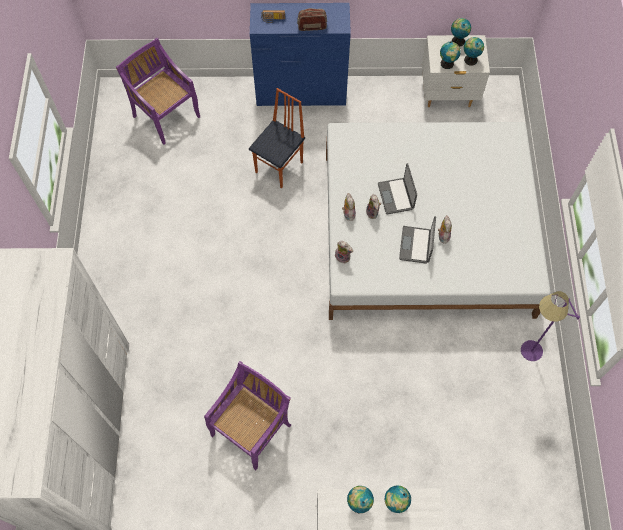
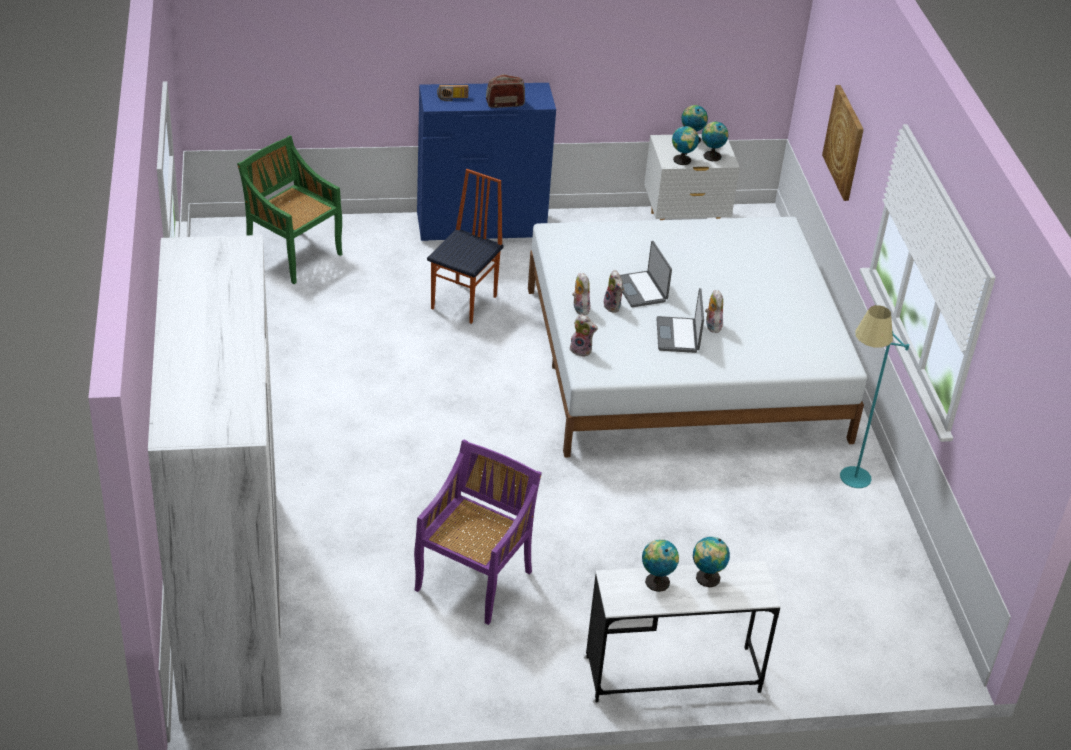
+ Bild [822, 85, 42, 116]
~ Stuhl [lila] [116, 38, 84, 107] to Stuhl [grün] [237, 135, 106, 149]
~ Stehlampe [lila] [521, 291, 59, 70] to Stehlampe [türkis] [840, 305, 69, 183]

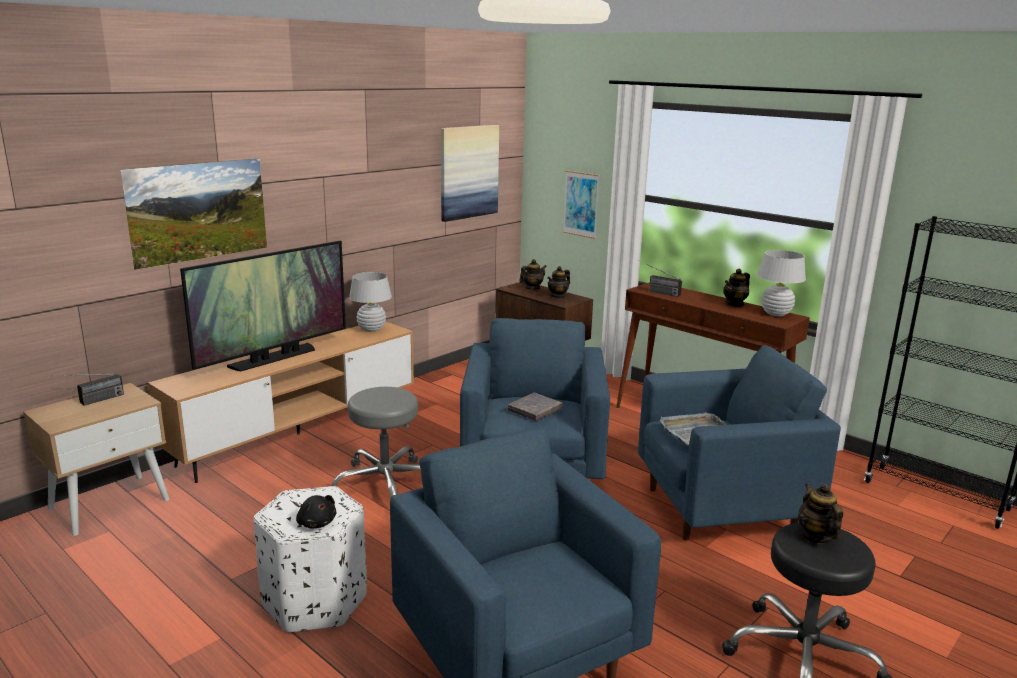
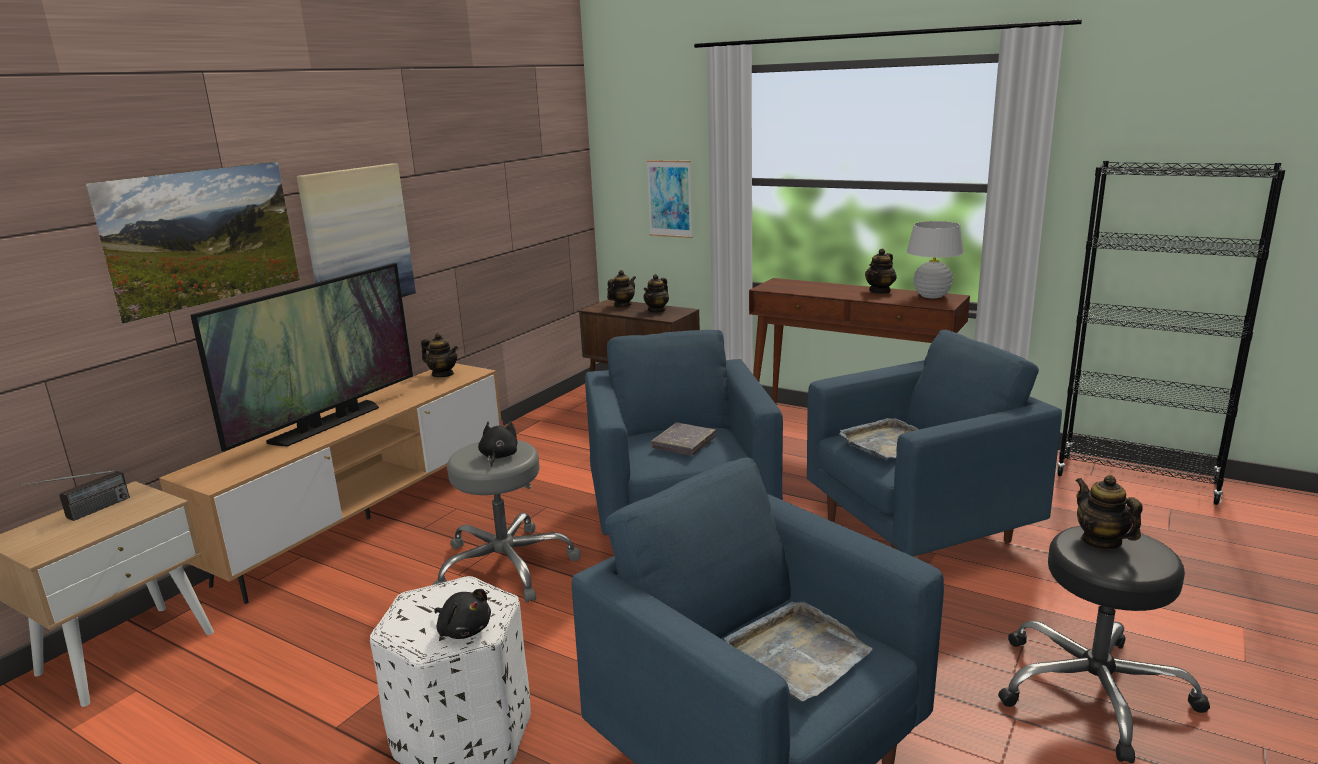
- Radio [640, 261, 42, 36]
+ Plüschtier [schwarz] [478, 420, 40, 47]
+ Tablett [grau] [724, 602, 149, 100]
~ Bild [441, 125, 58, 97] to [297, 163, 119, 134]
~ Tischlampe [weiß] [349, 272, 43, 60] to Teekanne [421, 333, 37, 44]

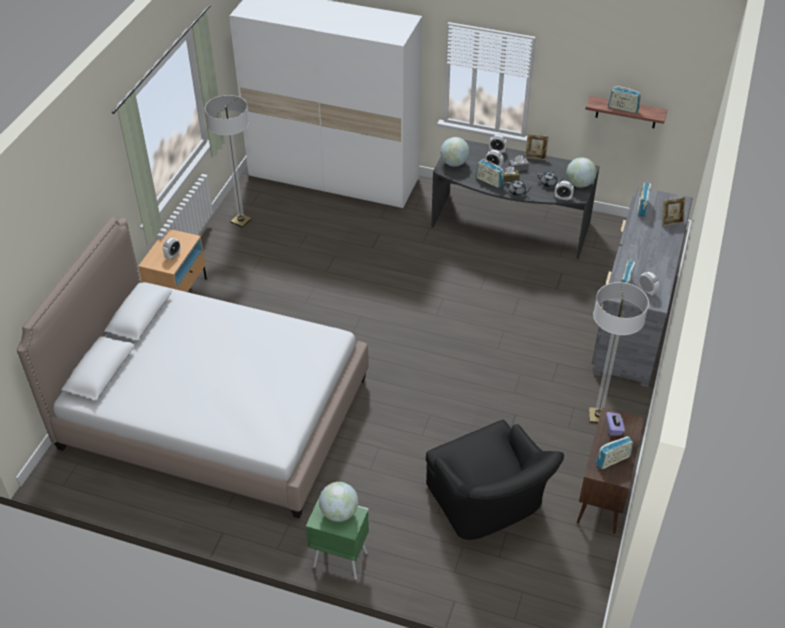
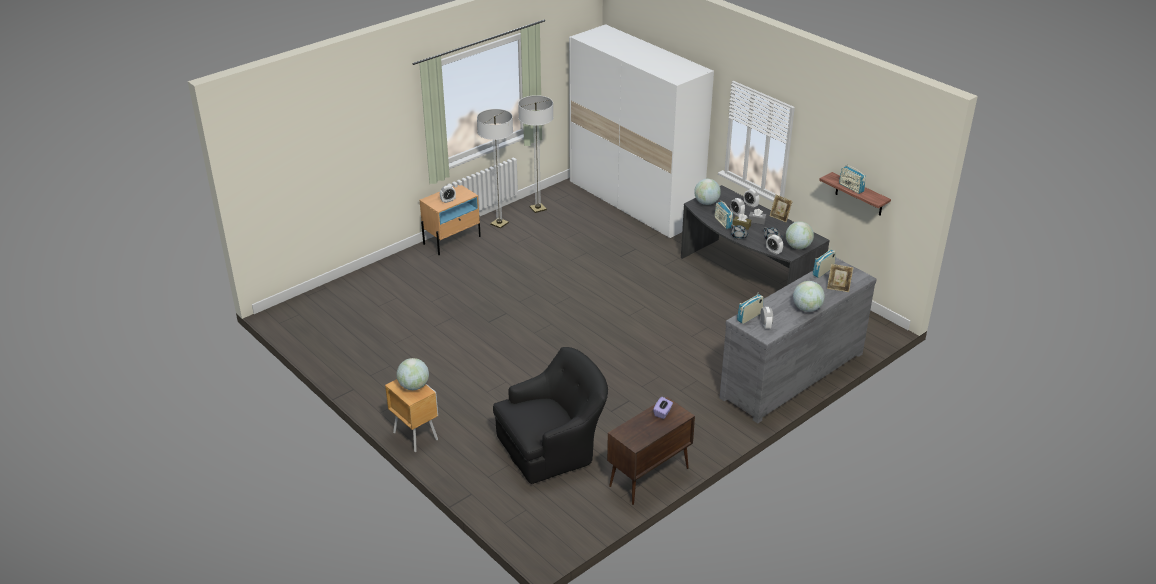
- Bett [17, 217, 352, 302]
- Radio [596, 436, 37, 34]
+ Globus [793, 281, 32, 31]
~ Stehlampe [589, 282, 60, 141] to [477, 109, 36, 120]
~ Nachttisch [grün] [306, 496, 63, 84] to Nachttisch [braun] [385, 379, 53, 73]
~ Sessel [schwarz] [426, 420, 138, 120] = [493, 347, 115, 137] 120 degrees counterclockwise

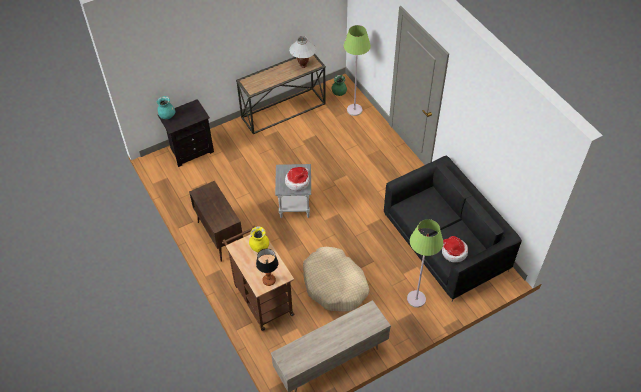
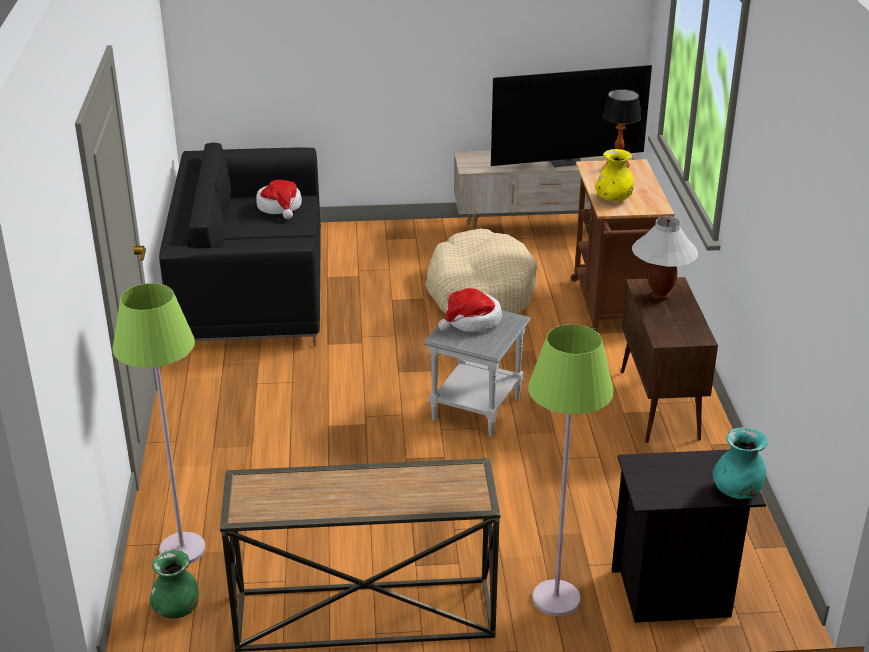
+ Fernseher [491, 65, 161, 102]
~ Tischlampe [weiß] [289, 36, 27, 32] to [632, 216, 66, 84]
~ Stehlampe [grün] [407, 219, 36, 89] to [528, 324, 86, 292]

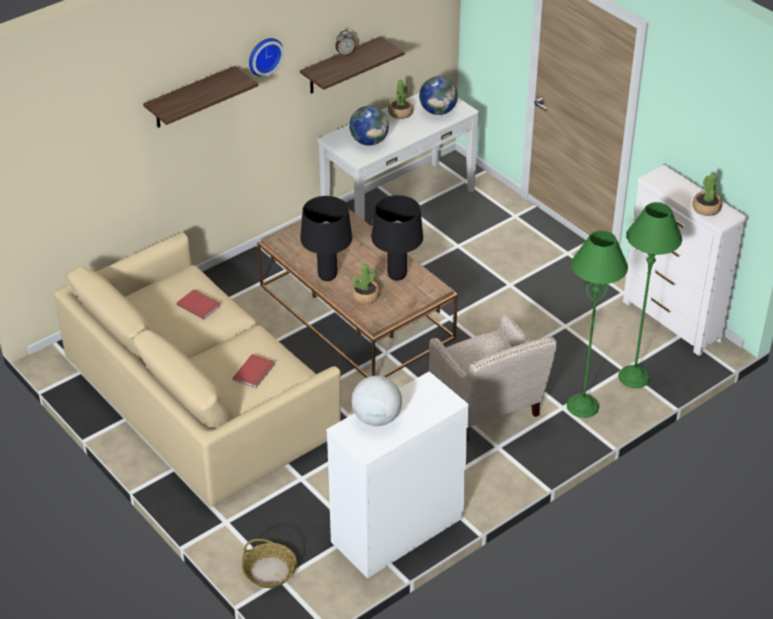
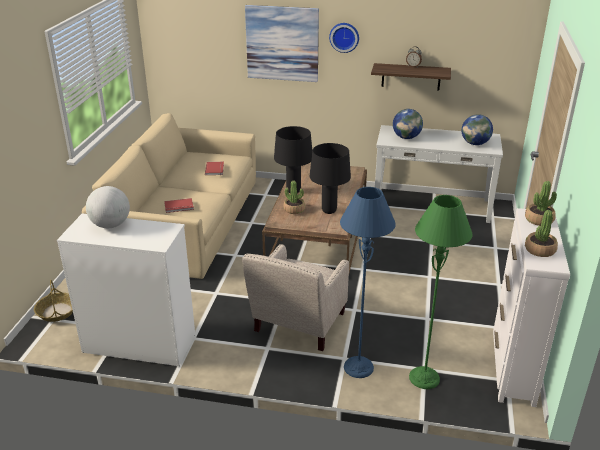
~ Topfpflanze [388, 80, 25, 39] to [525, 181, 32, 45]
~ Wandregal [143, 66, 115, 62] to Bild [245, 5, 74, 77]
~ Stehlampe [grün] [567, 230, 61, 188] to Stehlampe [blau] [340, 187, 56, 191]

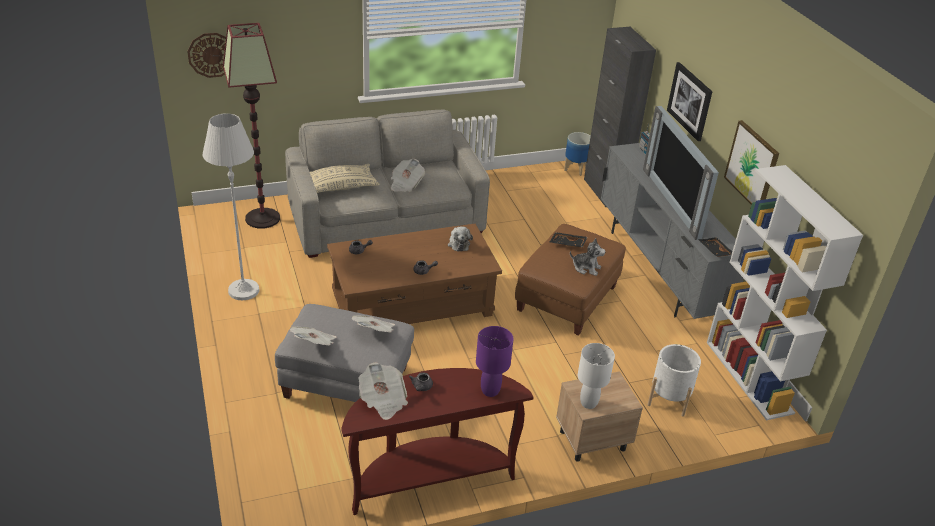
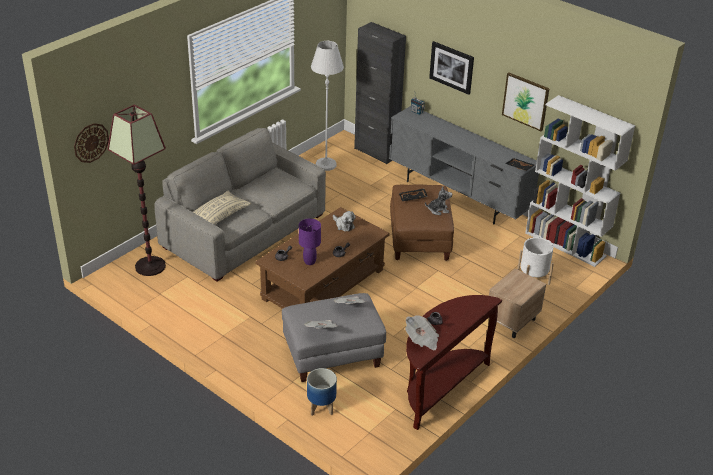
- Zeitung [391, 159, 34, 33]
- Tischlampe [weiß] [578, 343, 37, 66]
- Fernseher [643, 106, 76, 134]
~ Stehlampe [weiß] [203, 113, 56, 188] to [311, 41, 33, 130]
~ Tischlampe [lila] [476, 326, 38, 71] to [299, 219, 22, 46]
~ Pflanzkübel [564, 132, 27, 44] to [307, 368, 30, 48]

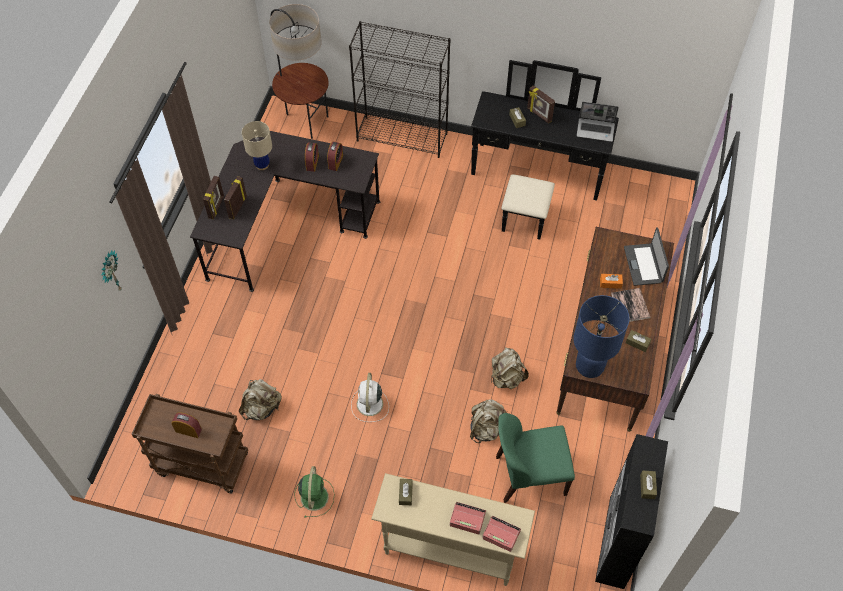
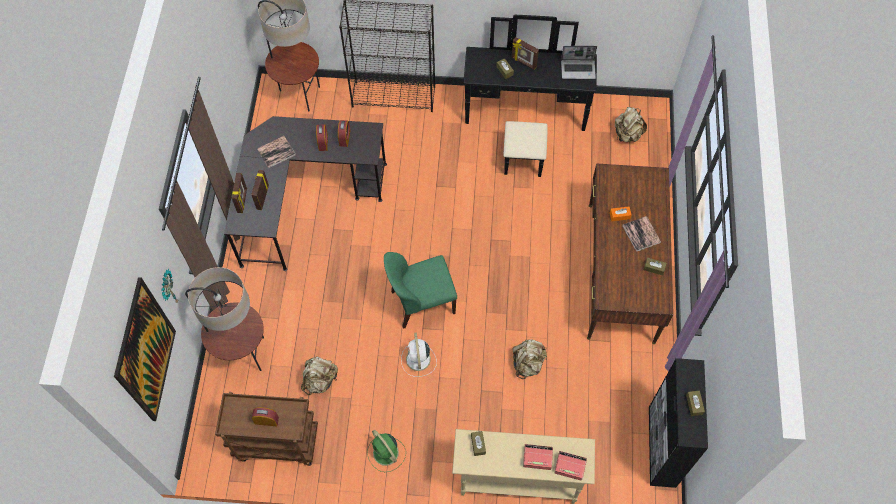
- Tischlampe [blau] [573, 295, 56, 83]
- Laptop [624, 227, 45, 59]
+ Bild [114, 277, 62, 144]
+ Stehlampe [185, 267, 79, 104]
~ Rucksack [beige] [491, 347, 38, 42] to [615, 107, 32, 35]
~ Stuhl [grün] [496, 413, 79, 90] to [384, 252, 73, 77]
~ Tischlampe [beige] [242, 121, 30, 49] to Buch [257, 136, 38, 32]
~ Ventilator [grün] [294, 466, 41, 52] = [367, 430, 39, 42] 150 degrees clockwise

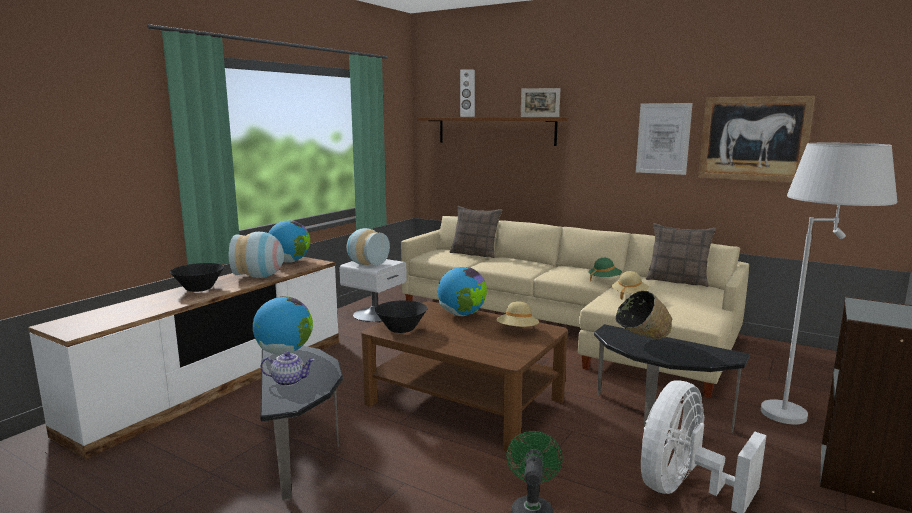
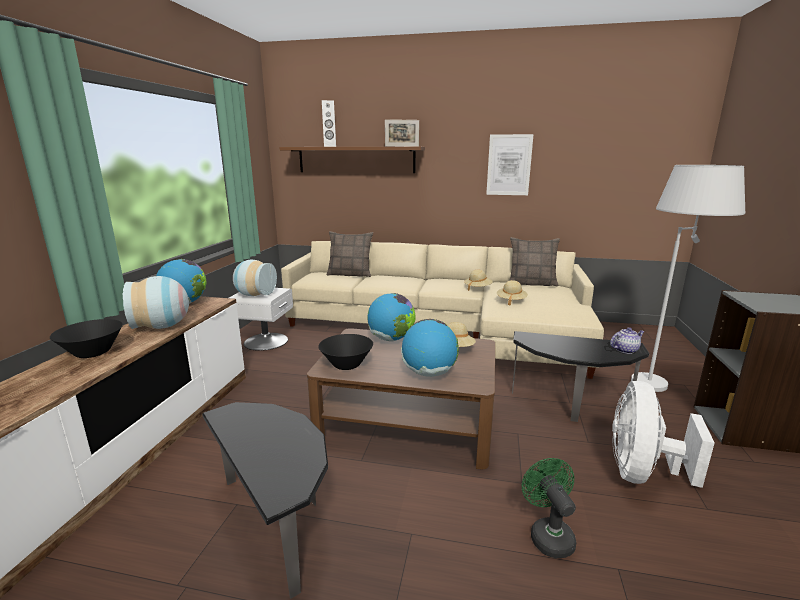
- Schüssel [schwarz] [616, 291, 56, 49]
- Bild [698, 96, 117, 87]
~ Globus [253, 296, 60, 59] to [401, 319, 58, 58]
~ Teekanne [261, 351, 53, 35] to [610, 327, 35, 27]
~ Hut [grün] [588, 258, 34, 23] to Hut [beige] [464, 270, 29, 21]

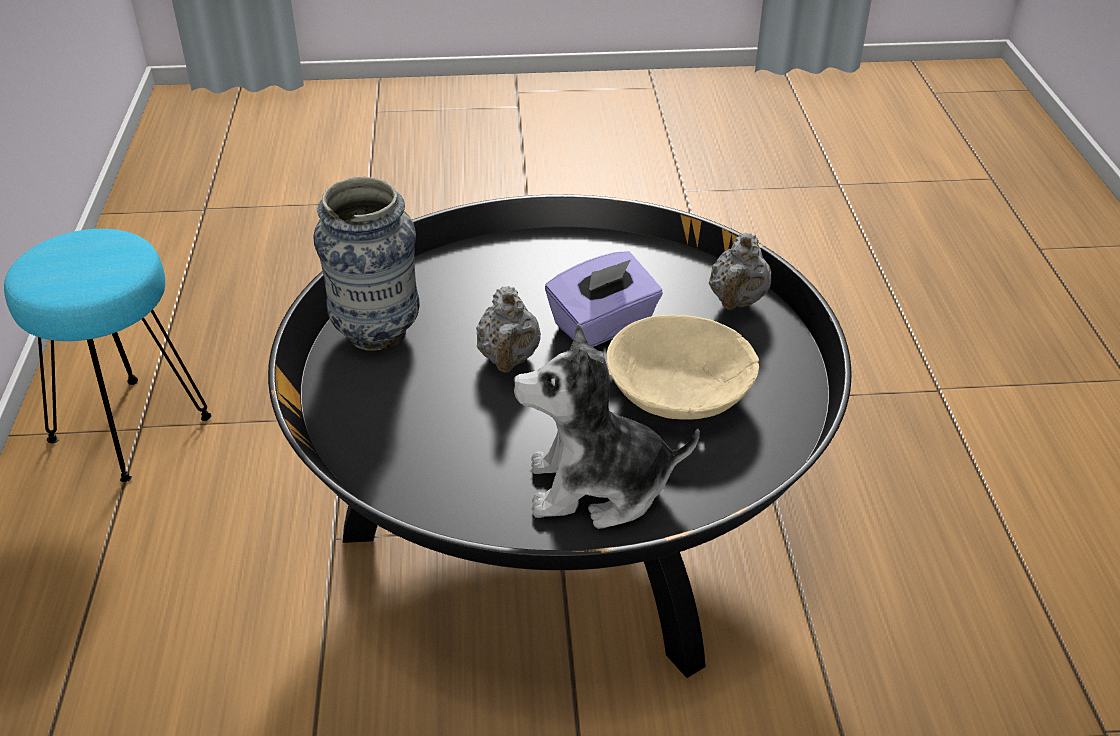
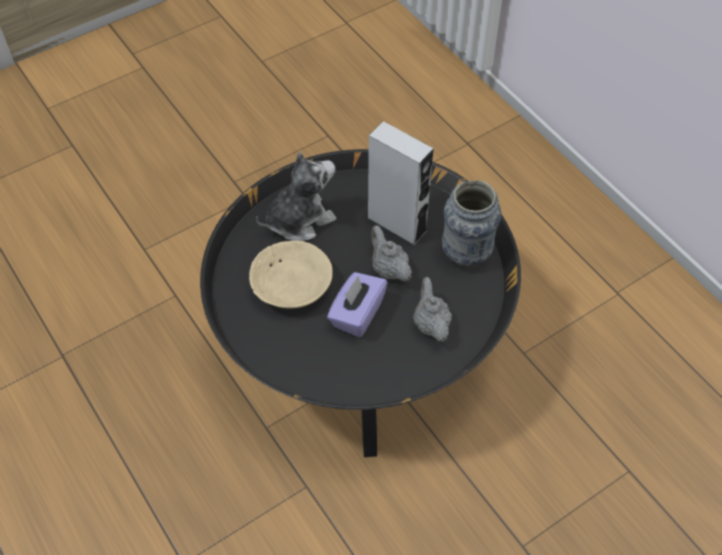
- Hocker [türkis] [4, 229, 207, 253]
+ Lautsprecher [grau] [367, 121, 67, 125]
~ Teekanne [grau] [709, 233, 62, 77] to [413, 277, 39, 65]

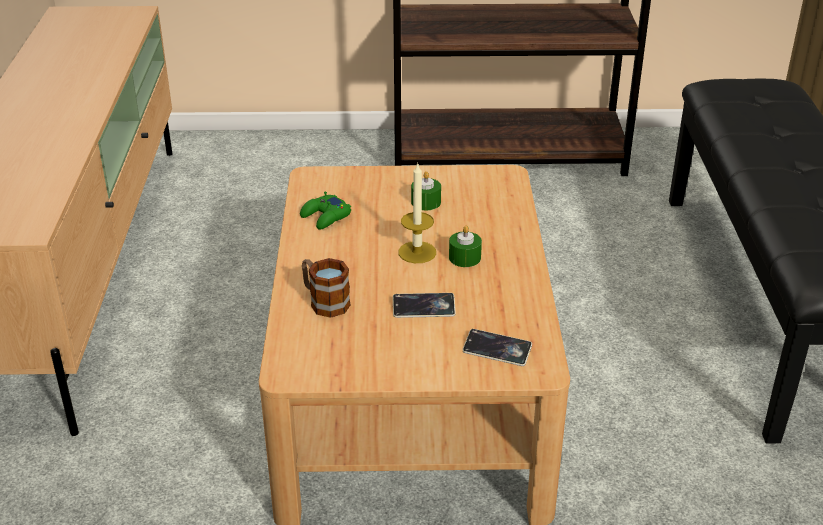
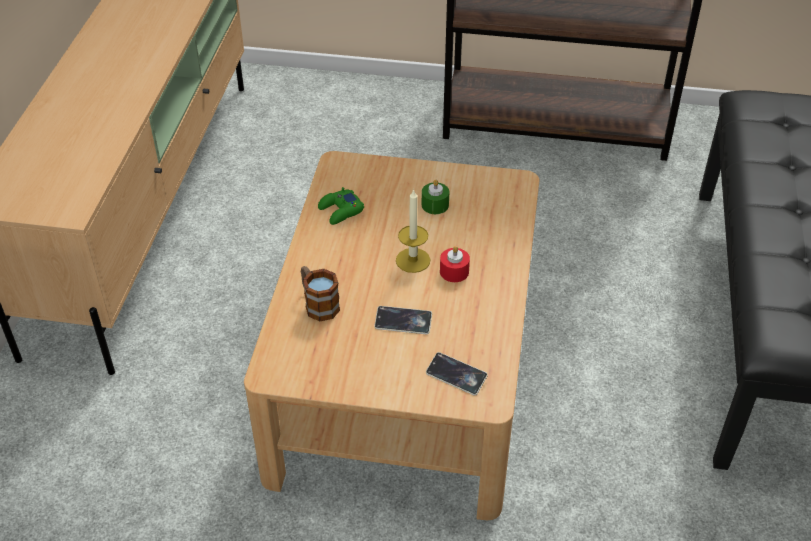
~ Kerze [grün] [449, 225, 33, 42] to Kerze [rot] [440, 246, 30, 36]

